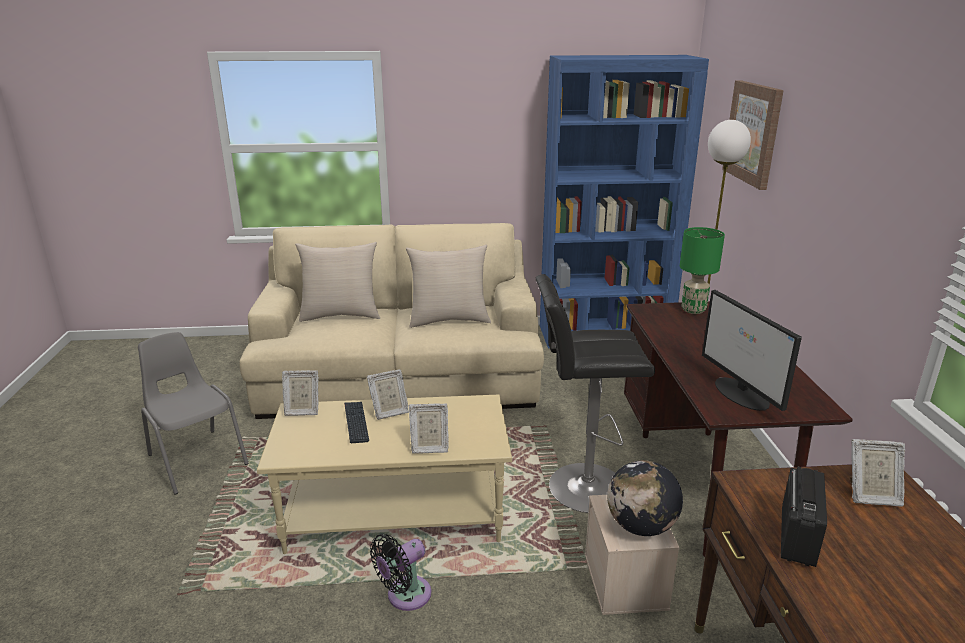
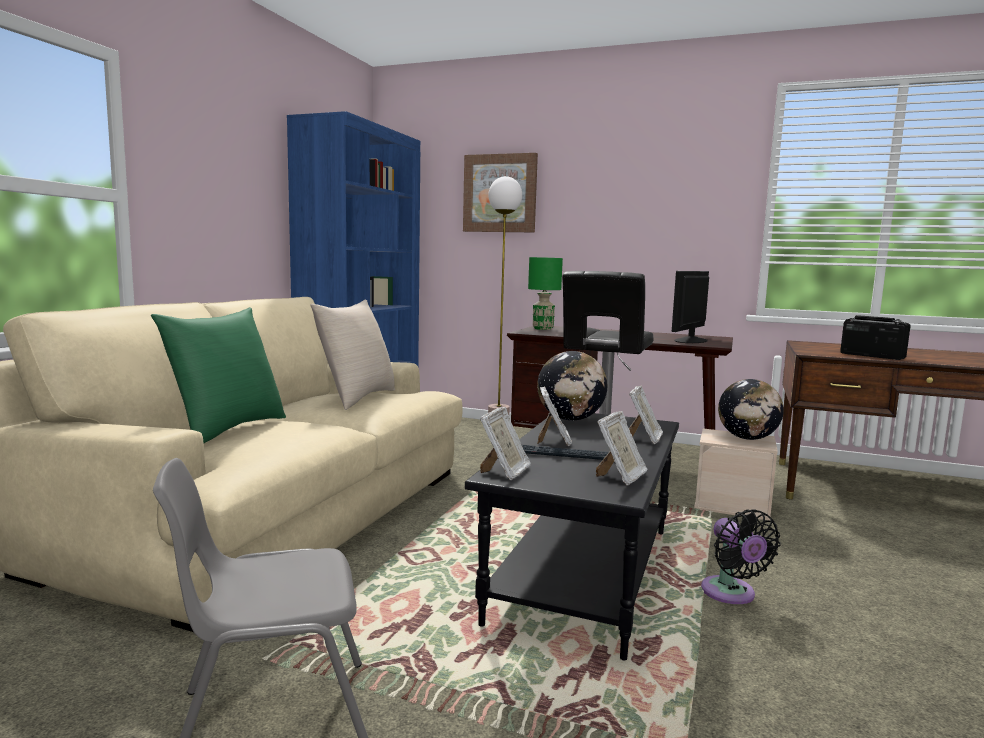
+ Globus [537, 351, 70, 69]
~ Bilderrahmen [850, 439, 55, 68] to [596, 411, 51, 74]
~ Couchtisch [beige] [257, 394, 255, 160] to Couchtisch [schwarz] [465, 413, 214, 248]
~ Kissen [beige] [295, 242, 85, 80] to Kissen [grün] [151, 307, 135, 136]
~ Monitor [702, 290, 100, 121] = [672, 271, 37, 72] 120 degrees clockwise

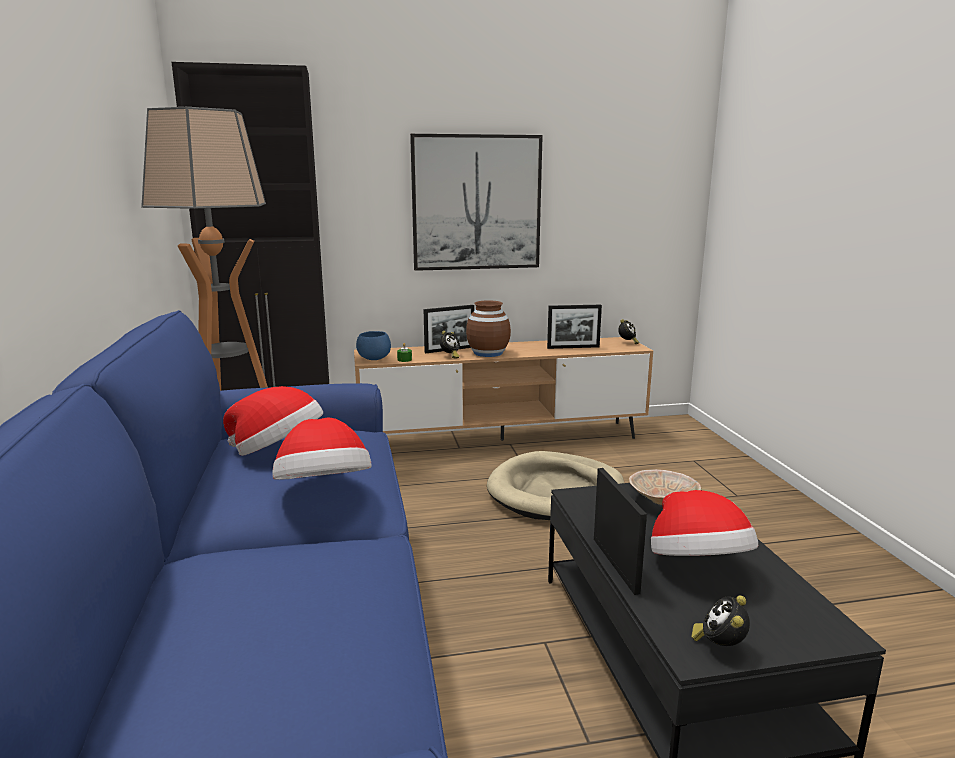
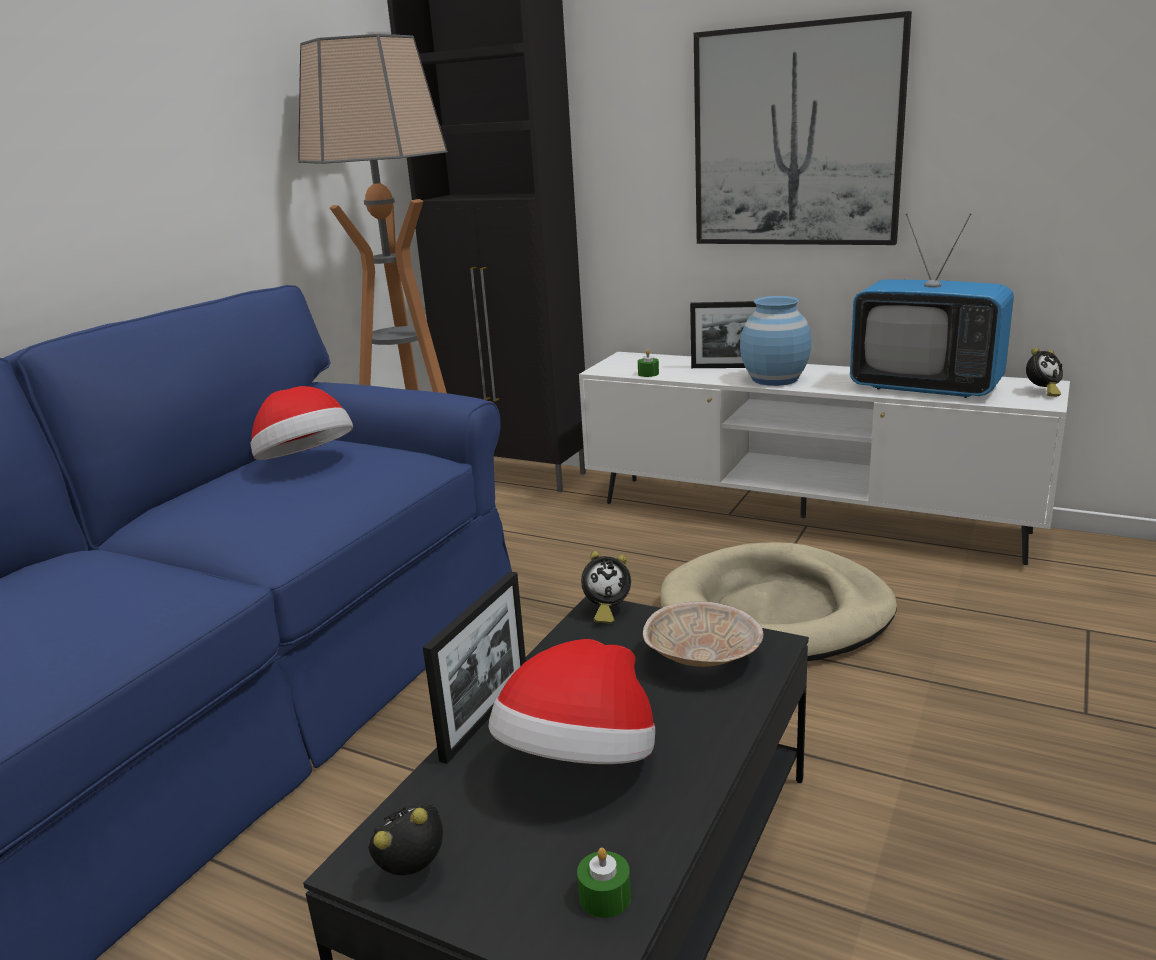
- Hut [272, 417, 100, 63]
- Schüssel [blau] [356, 331, 35, 29]
+ Kerze [grün] [577, 848, 54, 70]
~ Wecker [440, 331, 20, 27] to [581, 551, 50, 72]
~ Bilderrahmen [547, 305, 55, 44] to Fernseher [850, 213, 164, 185]
~ Fernsehschrank [braun] [354, 337, 299, 104] to Fernsehschrank [weiß] [579, 352, 491, 213]
~ Vase [braun] [466, 300, 45, 57] to Vase [blau] [740, 296, 72, 90]

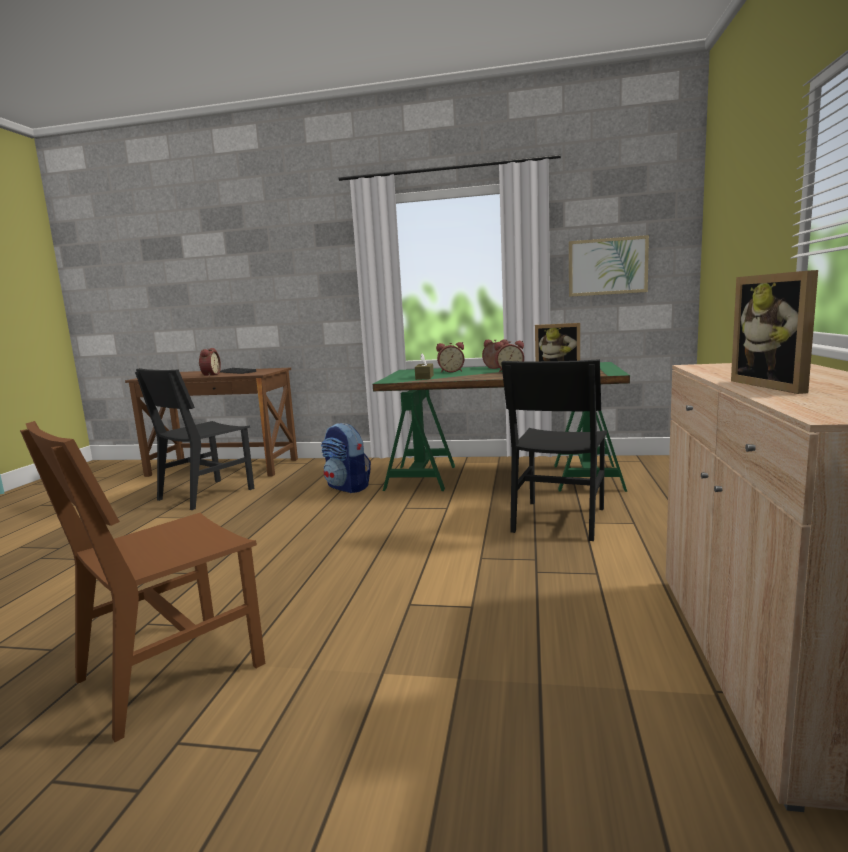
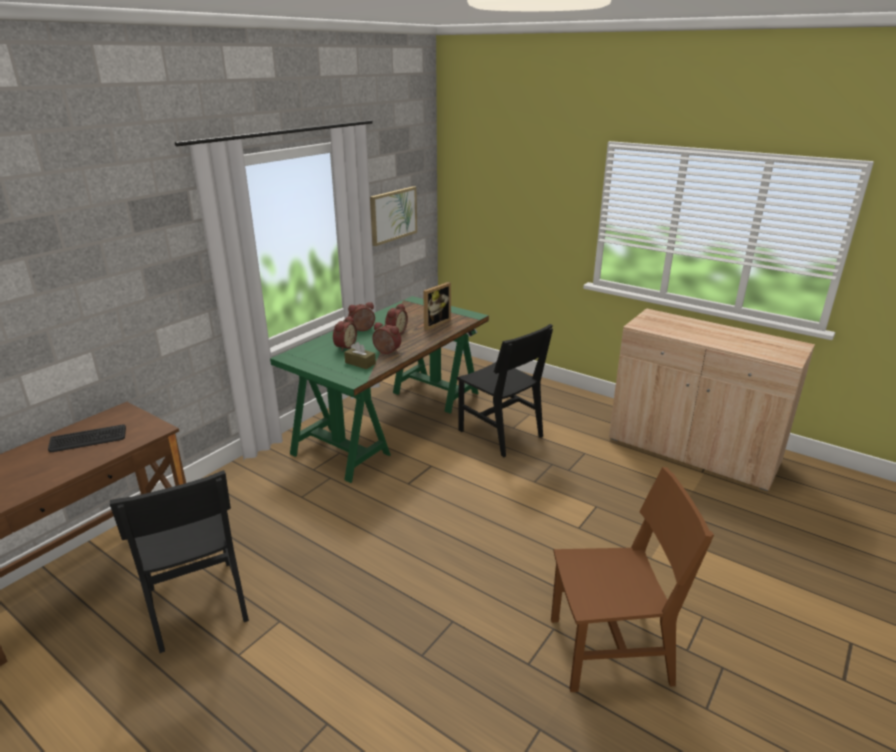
- Rucksack [321, 423, 50, 70]
- Bilderrahmen [731, 270, 87, 124]
~ Wecker [199, 348, 22, 28] to [372, 322, 29, 32]
~ Stuhl [braun] [20, 421, 245, 321] = [551, 467, 163, 225] 75 degrees counterclockwise

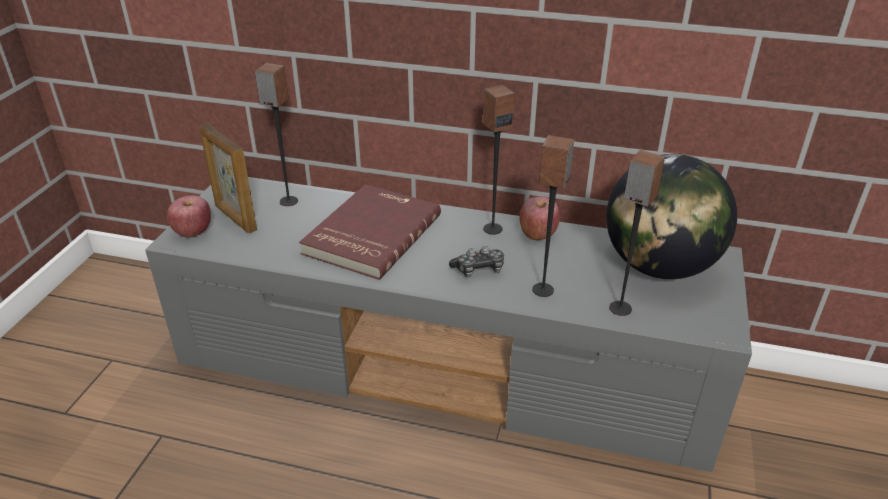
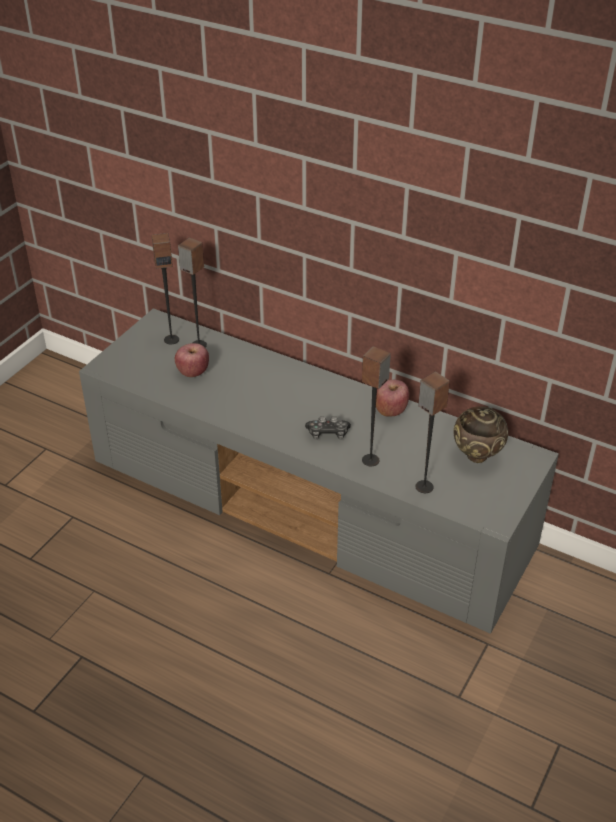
- Bilderrahmen [200, 124, 57, 109]
- Buch [rot] [299, 184, 142, 96]
~ Apfel [167, 196, 44, 42] to [175, 343, 34, 34]
~ Lautsprecher [483, 85, 32, 150] to [152, 233, 27, 111]
~ Globus [606, 154, 131, 125] to Schüssel [braun] [453, 406, 55, 57]

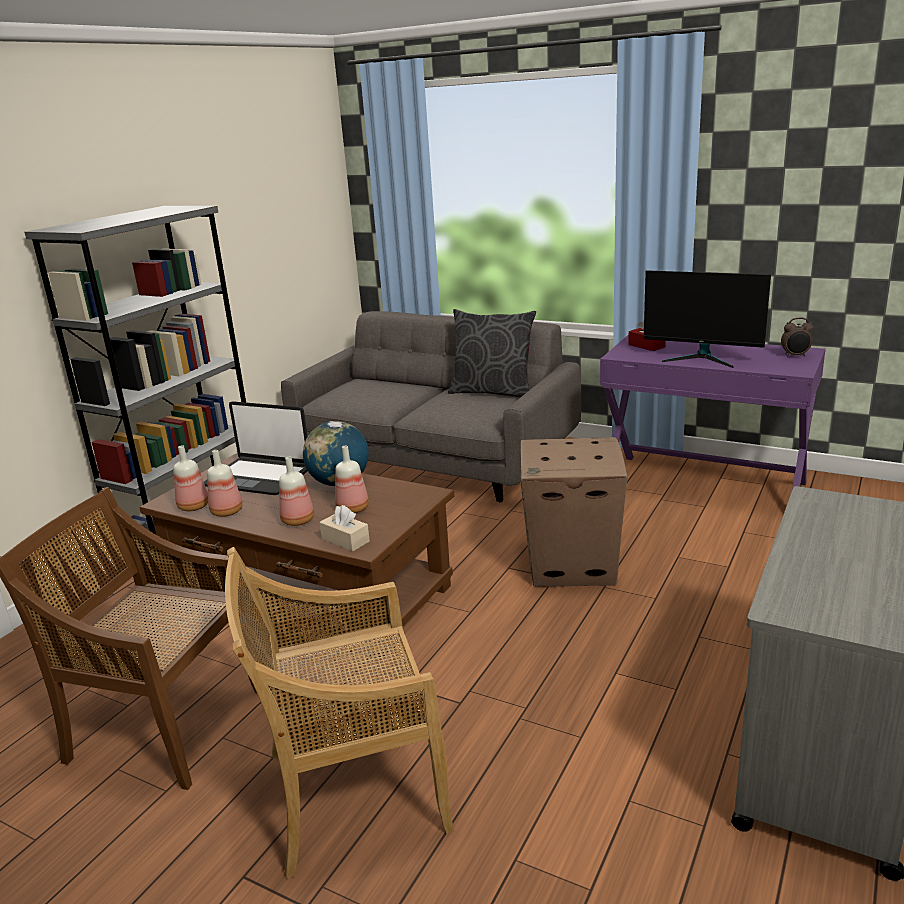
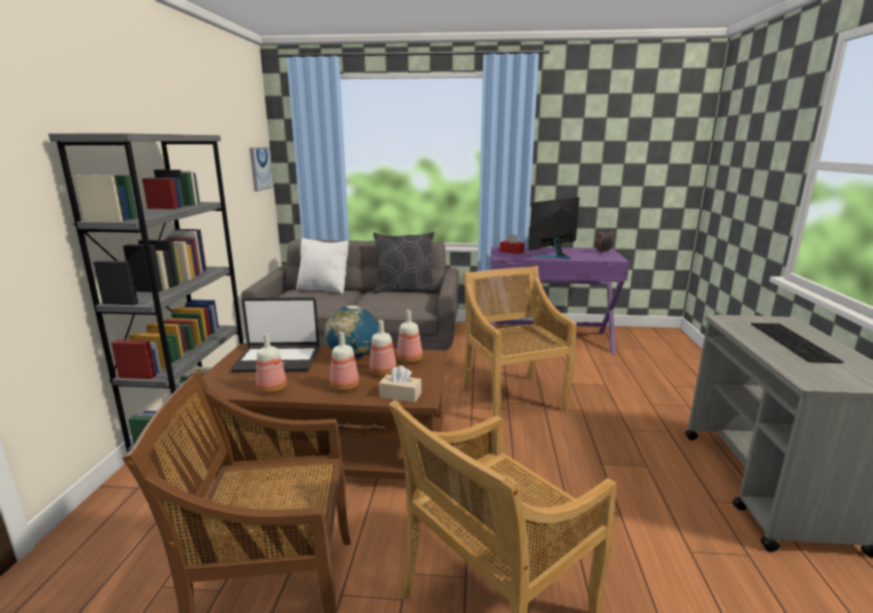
+ Bild [250, 147, 24, 44]
+ Kissen [weiß] [296, 238, 53, 56]
+ Tastatur [751, 323, 93, 40]
~ Flasche [173, 445, 35, 66] to [397, 310, 25, 53]
~ Karton [521, 437, 107, 150] to Stuhl [beige] [462, 266, 114, 151]
~ Monitor [643, 270, 128, 98] = [529, 197, 51, 62] 135 degrees clockwise

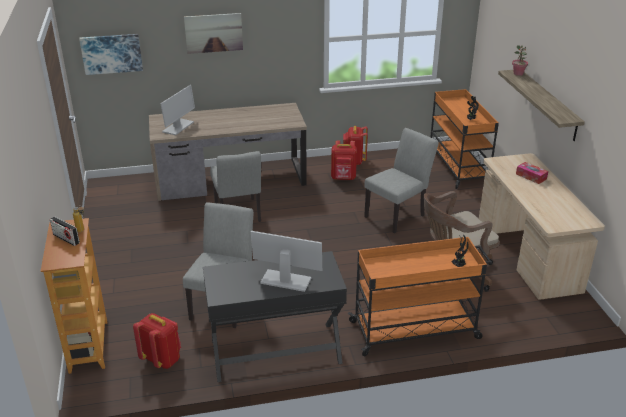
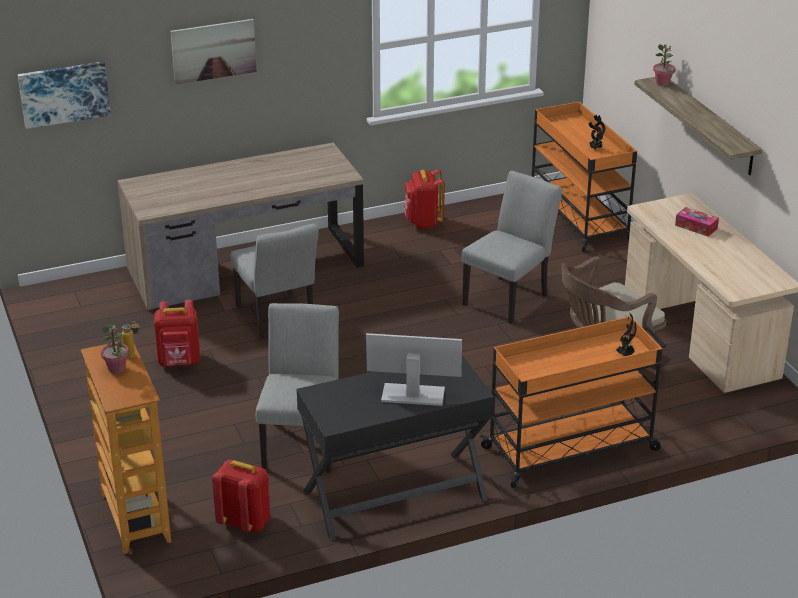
- Monitor [160, 85, 35, 50]
~ Rucksack [rot] [331, 140, 26, 40] to [154, 300, 46, 67]
~ Radio [50, 217, 30, 29] to Topfpflanze [101, 324, 28, 50]

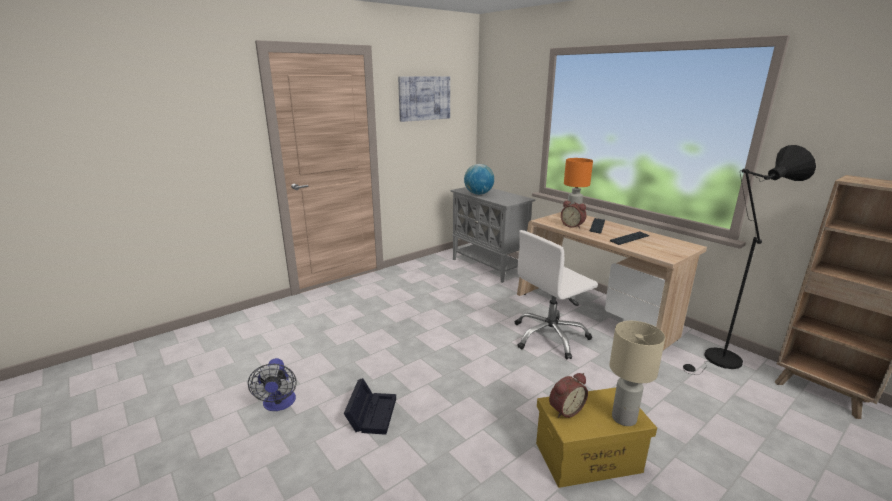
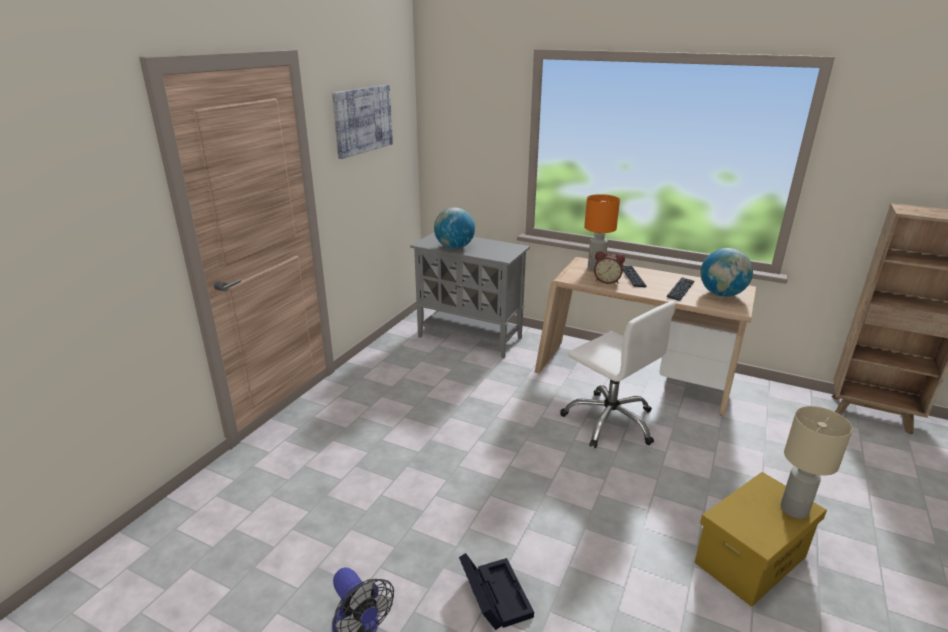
- Wecker [549, 373, 39, 45]
- Stehlampe [schwarz] [683, 145, 133, 230]
+ Globus [700, 248, 53, 49]
~ Bürostuhl [weiß] [515, 230, 83, 130] = [560, 301, 116, 147] 75 degrees counterclockwise

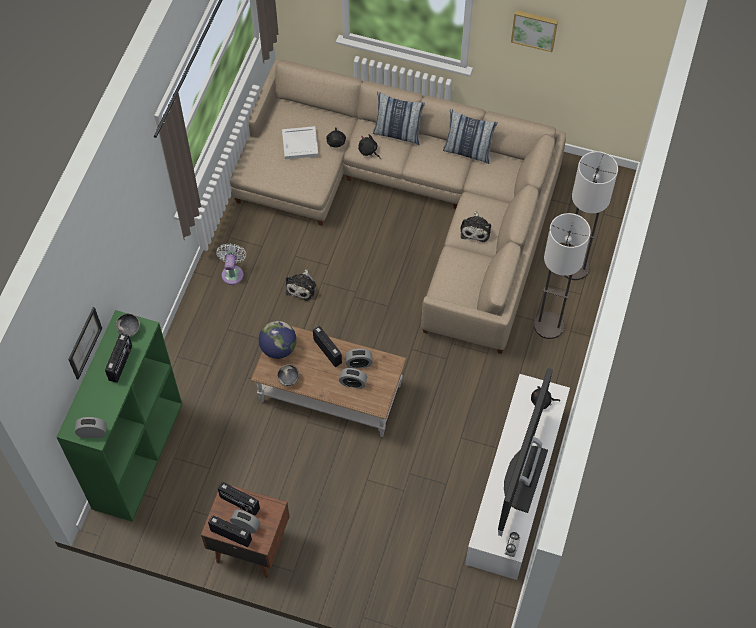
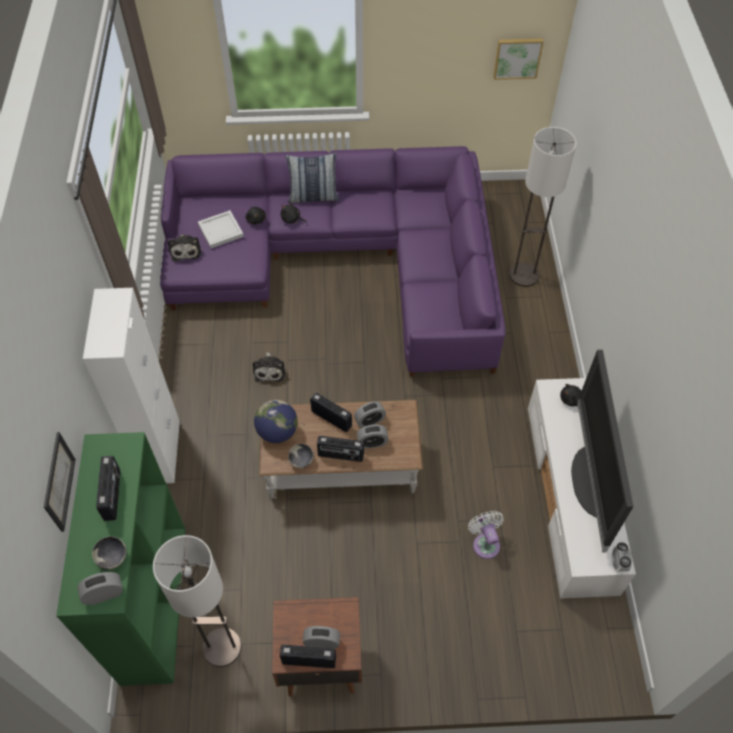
- Kissen [443, 109, 55, 55]
+ Schrank [weiß] [83, 288, 97, 195]
~ Schüssel [116, 314, 24, 23] to [92, 536, 35, 34]
~ Ventilator [weiß] [216, 244, 30, 41] to [468, 511, 36, 48]
~ Radio [218, 482, 42, 34] to [317, 436, 47, 26]
~ Plüschtier [460, 211, 31, 31] to [168, 234, 33, 28]
~ Bild [511, 10, 47, 42] to [493, 38, 51, 42]
~ Stehlampe [534, 213, 57, 126] to [153, 535, 88, 132]
~ Sofa [beige] [230, 60, 336, 294] to Sofa [lila] [160, 146, 346, 231]

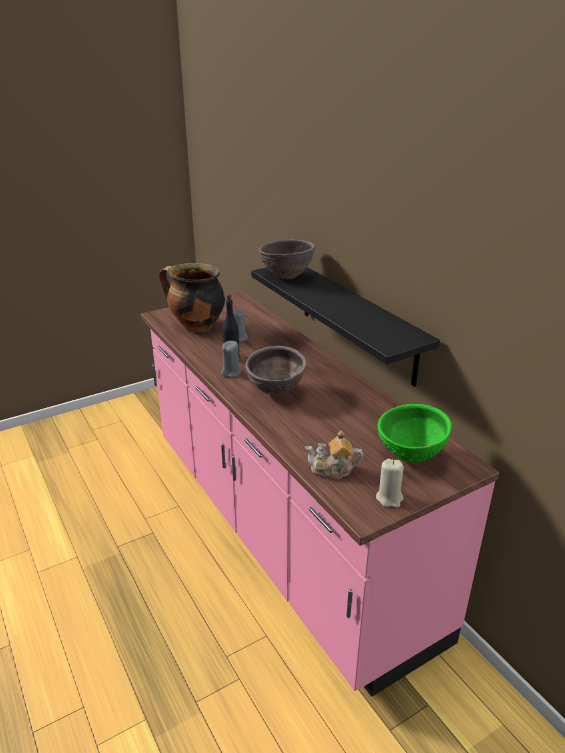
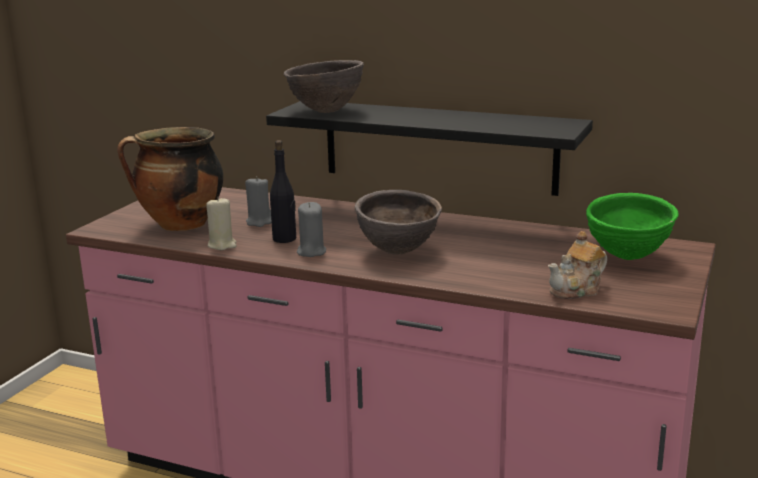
~ Kerze [beige] [376, 459, 28, 49] to [206, 196, 30, 54]

